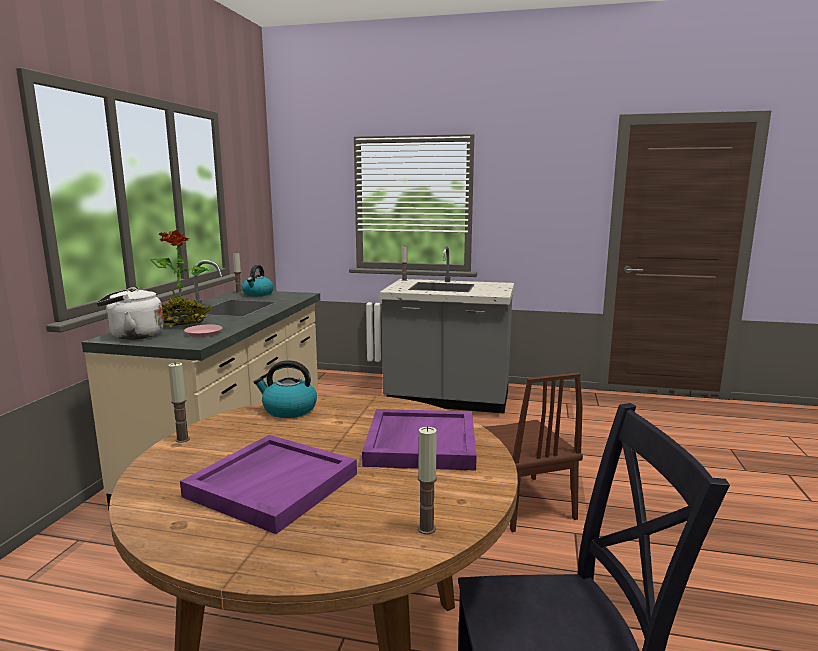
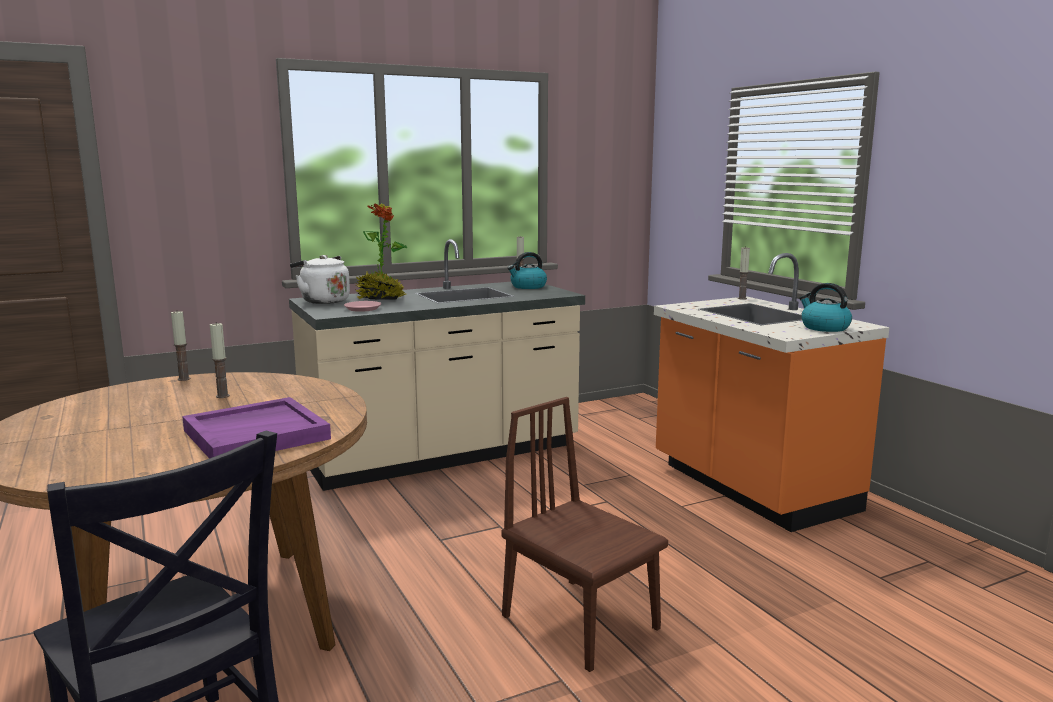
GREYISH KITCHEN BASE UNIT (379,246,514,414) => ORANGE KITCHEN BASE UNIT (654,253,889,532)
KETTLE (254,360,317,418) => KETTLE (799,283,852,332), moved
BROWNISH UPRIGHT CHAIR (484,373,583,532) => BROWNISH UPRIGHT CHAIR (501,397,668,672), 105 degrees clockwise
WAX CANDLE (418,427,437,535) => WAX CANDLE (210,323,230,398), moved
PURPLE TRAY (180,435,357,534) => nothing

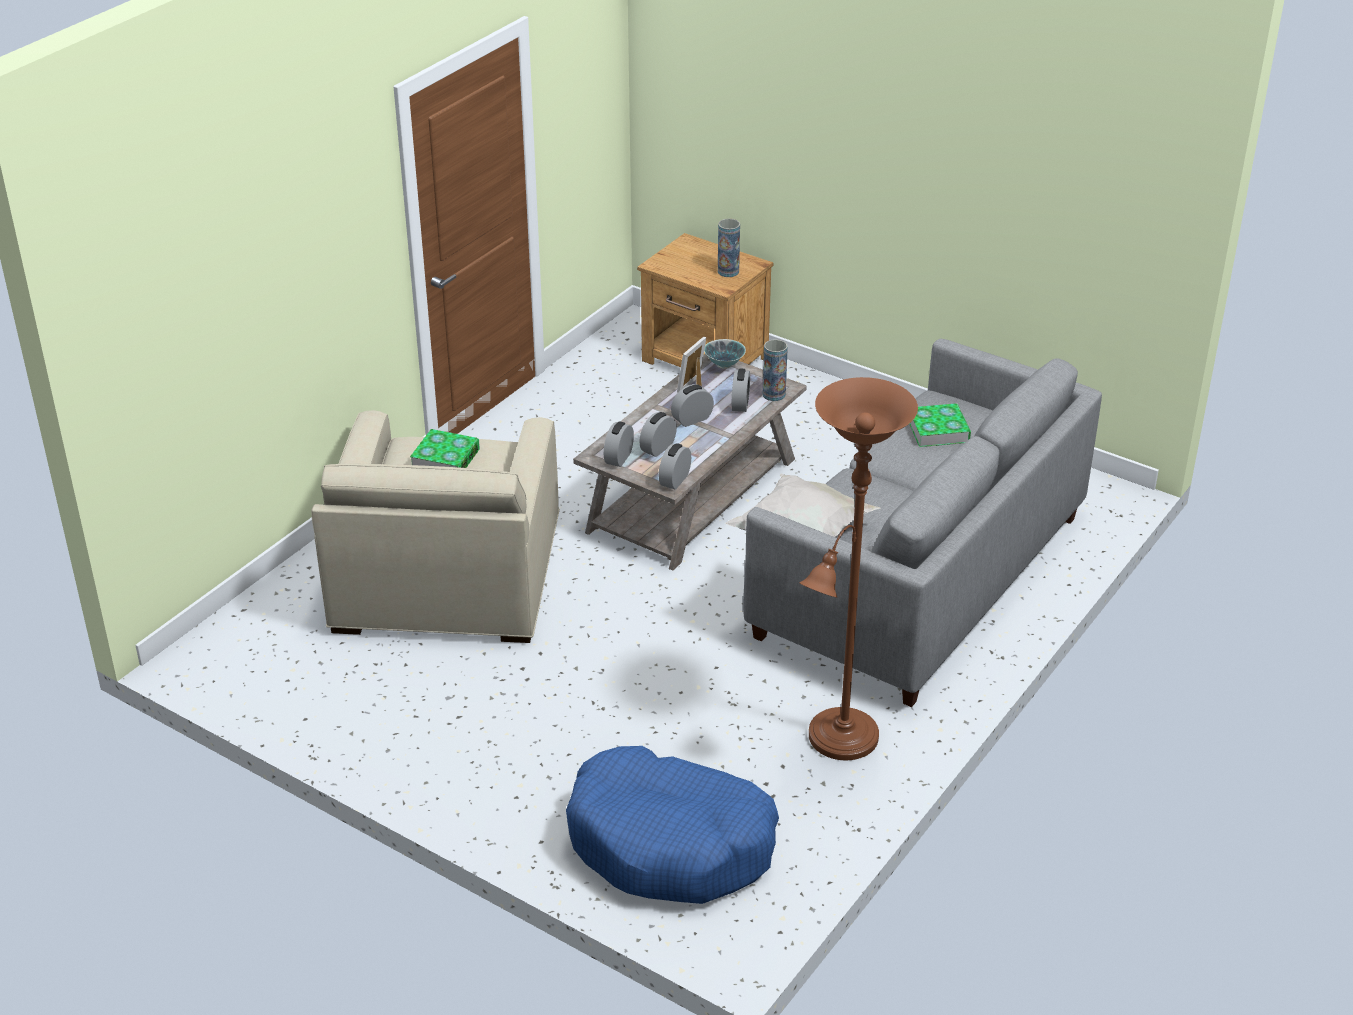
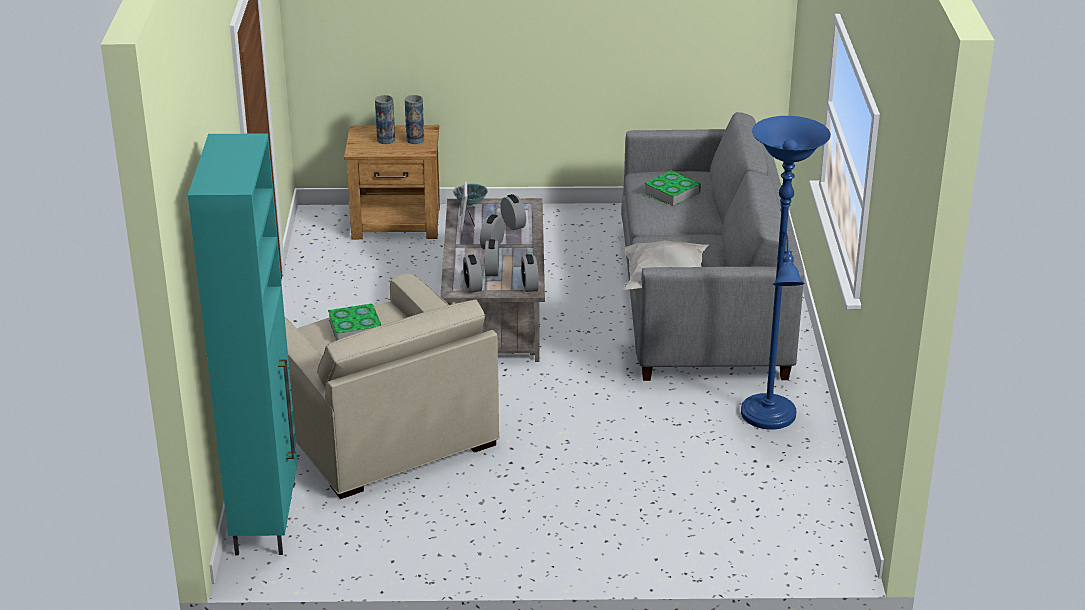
FLOWER VASE (763,339,788,401) => FLOWER VASE (375,95,395,144), moved
BROWNISH STANDARD LAMP (799,377,918,760) => BLUE-COLOURED STANDARD LAMP (741,116,831,430)
BLUE-COLOURED DOG CUSHION (566,746,779,904) => nothing
nothing => TURQUOISE CUPBOARD (188,133,298,555)

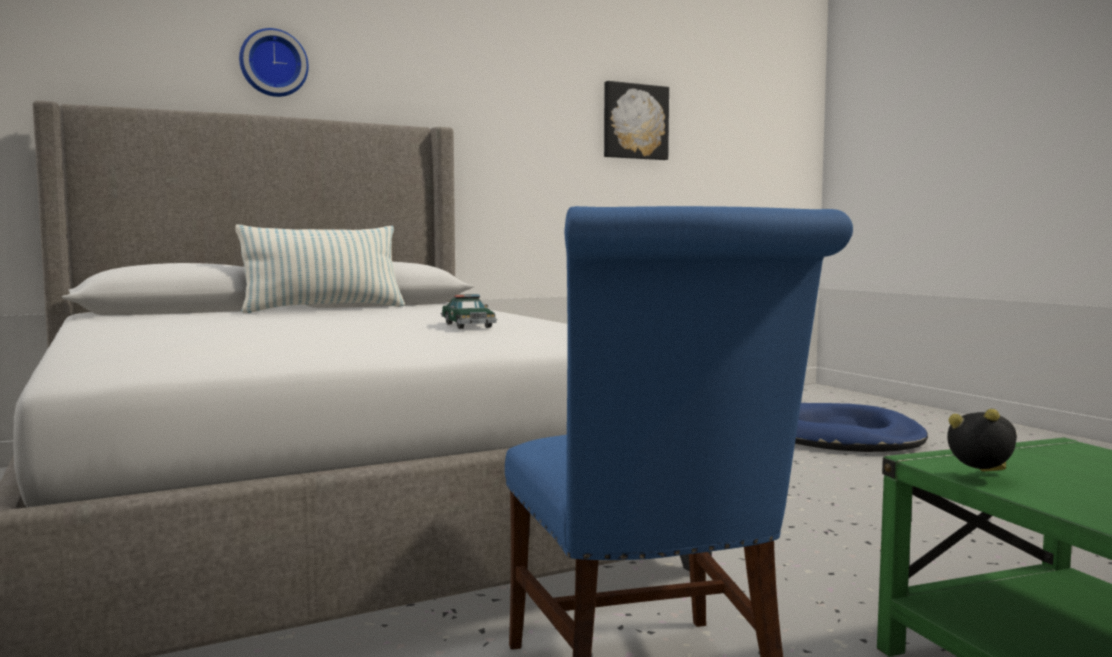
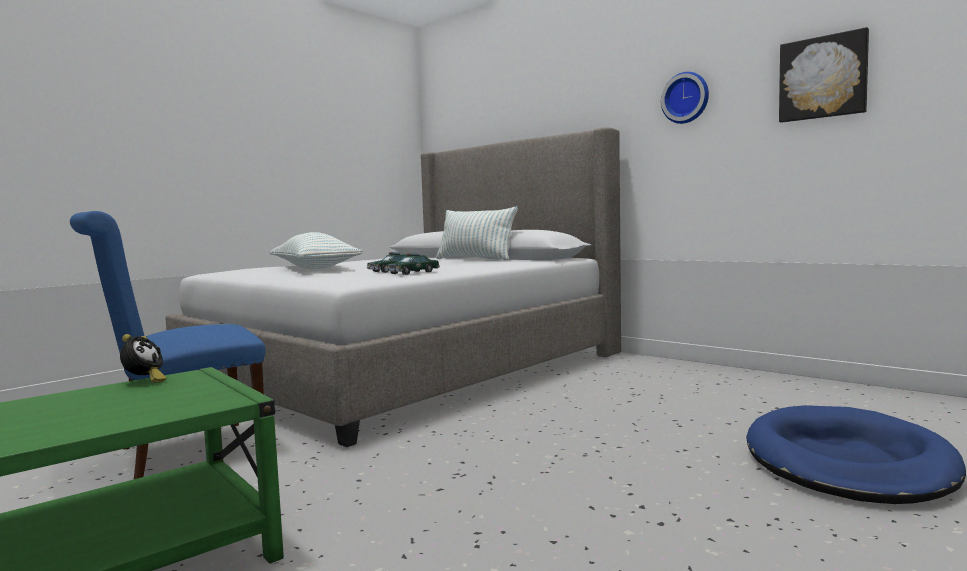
CLOCK ON THE WALL (239,28,309,97) => CLOCK ON THE WALL (661,72,709,124), moved
nothing => THROW PILLOW (270,232,363,269)
nothing => MINIATURE CAR (385,253,440,275)

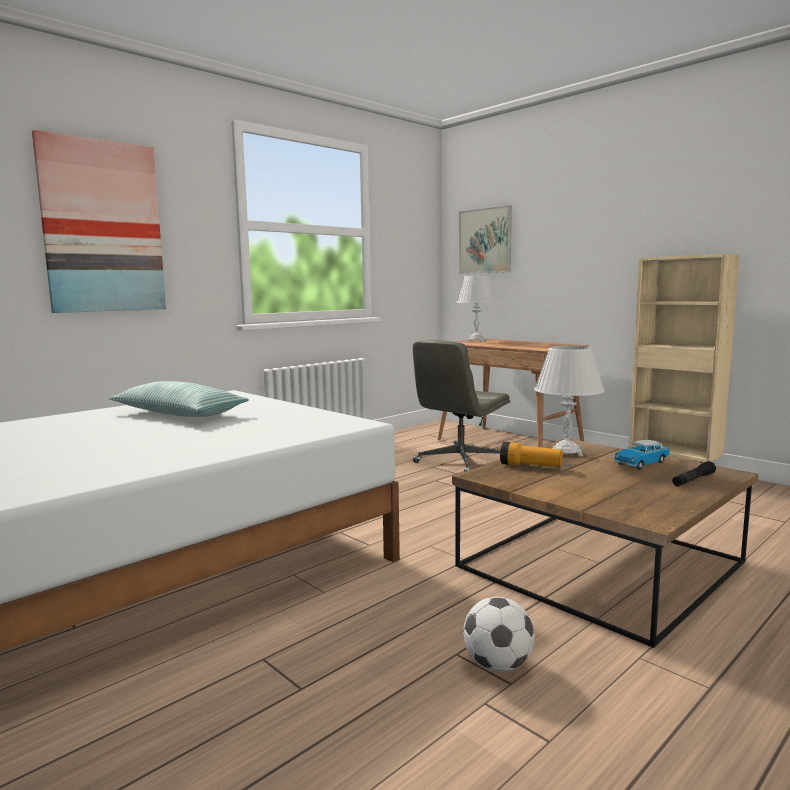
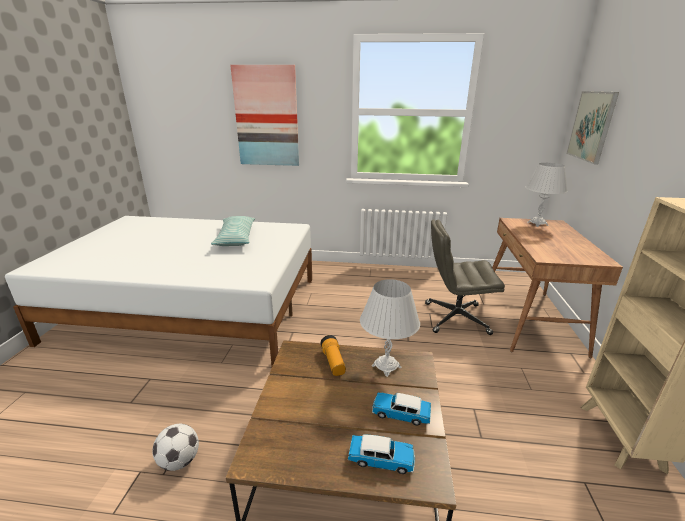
BLACK HAND TORCH (672,461,716,487) => MINIATURE CAR (348,434,415,474)

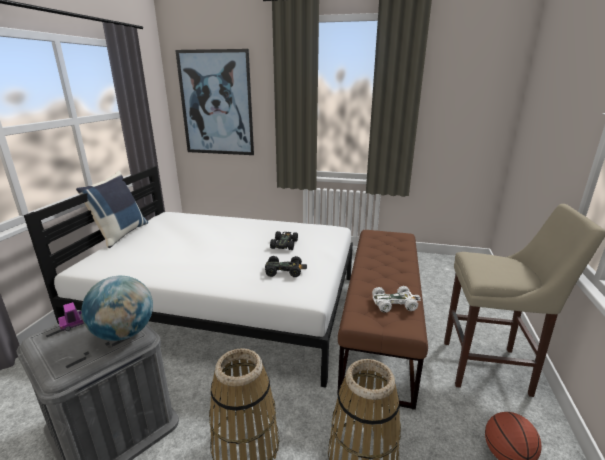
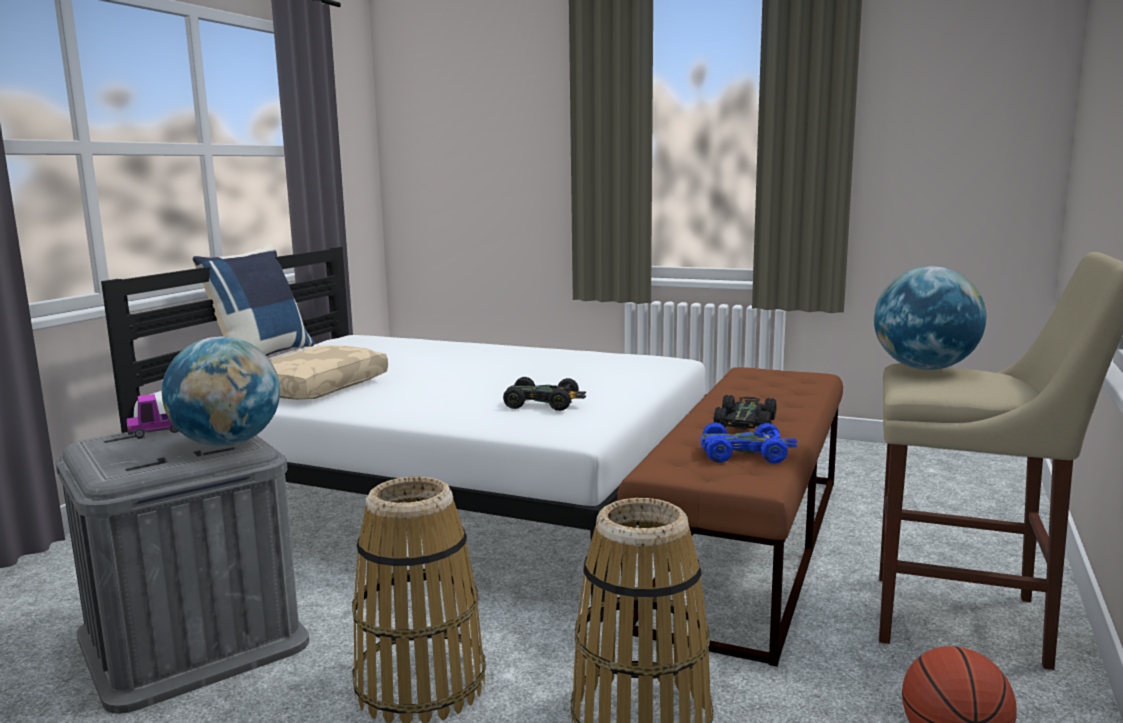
WALL PICTURE (175,49,254,155) => nothing
BLACK MINIATURE CAR (270,231,298,250) => BLACK MINIATURE CAR (714,395,776,430), moved
WHITE MINIATURE CAR (372,286,421,313) => BLUE-COLOURED MINIATURE CAR (701,422,797,463)
nothing => DESK GLOBE (874,266,987,370)
nothing => SAND-COLOURED THROW PILLOW (269,345,388,400)

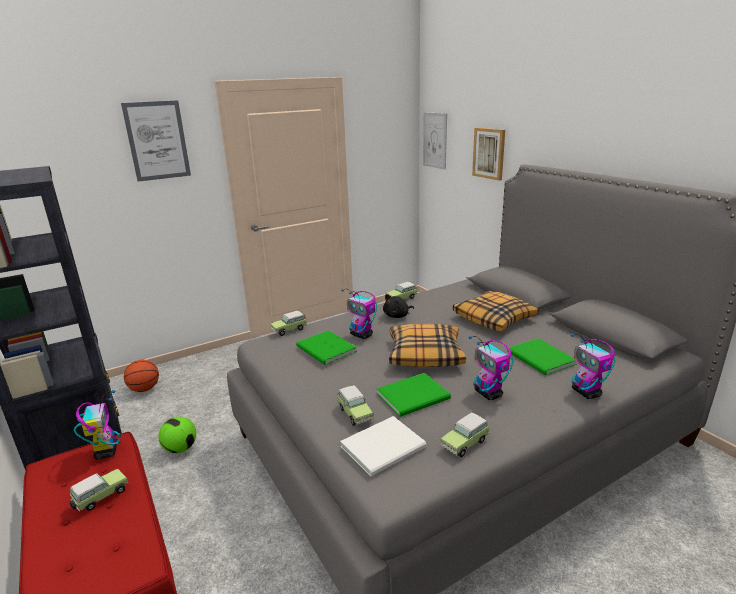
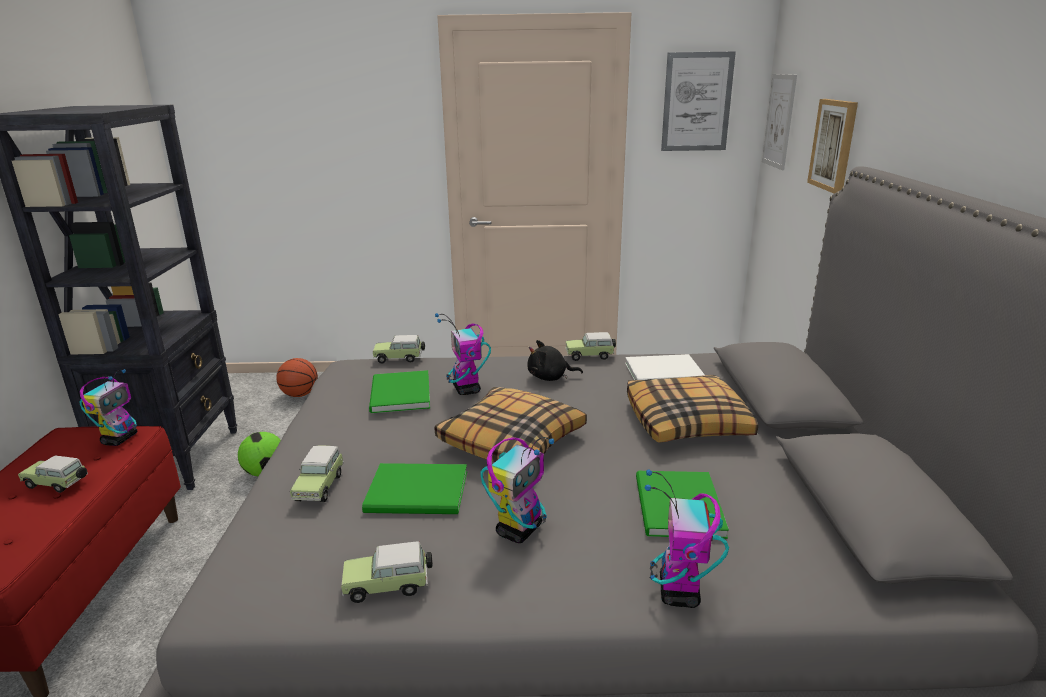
WALL PICTURE (121,100,191,182) => WALL PICTURE (661,51,736,151), moved
MODEL ROBOT (469,336,513,400) => MODEL ROBOT (481,437,555,543), 150 degrees counterclockwise
WHITE BOOK (340,416,426,476) => WHITE BOOK (625,354,705,380), moved
MINIATURE CAR (70,469,129,512) => MINIATURE CAR (18,455,88,493), 150 degrees counterclockwise

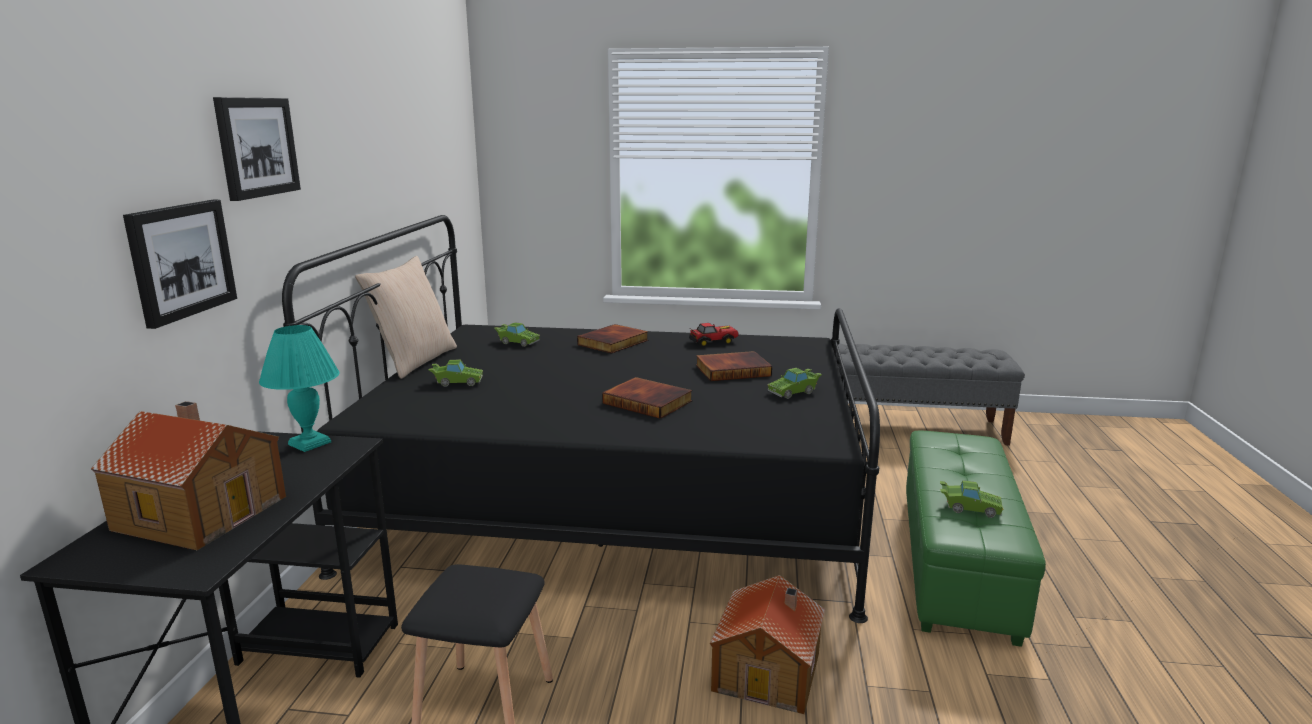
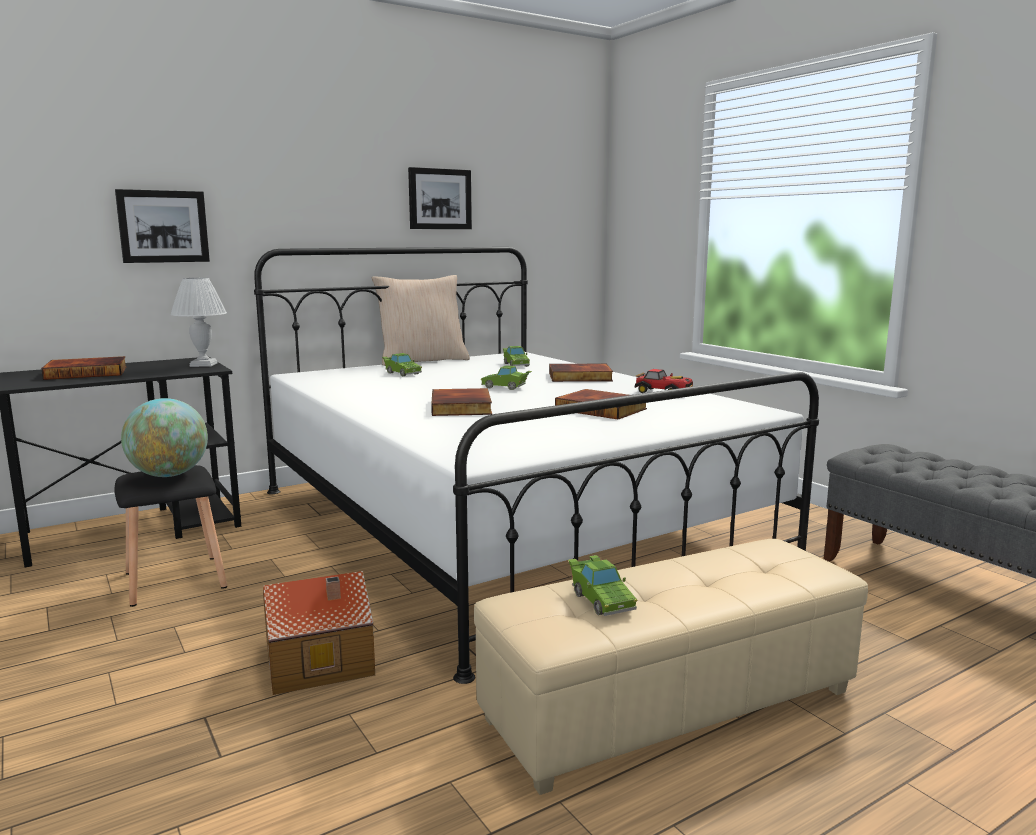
WALL PICTURE (213,97,301,201) => WALL PICTURE (408,167,472,229), moved
BLACK BEDROOM BED (282,215,880,623) => WHITE BEDROOM BED (254,247,819,684)
TURQUOISE TABLETOP LAMP (259,325,340,452) => WHITE TABLETOP LAMP (170,278,227,367)
GREENISH MINIATURE CAR (768,368,822,399) => GREENISH MINIATURE CAR (481,365,532,390), moved
MODEL HOUSE (91,401,286,550) => BOOK (41,356,127,380)
GREENISH POUFFE (906,430,1046,647) => SAND-COLOURED POUFFE (474,539,868,795)
nothing => DESK GLOBE (121,398,208,477)

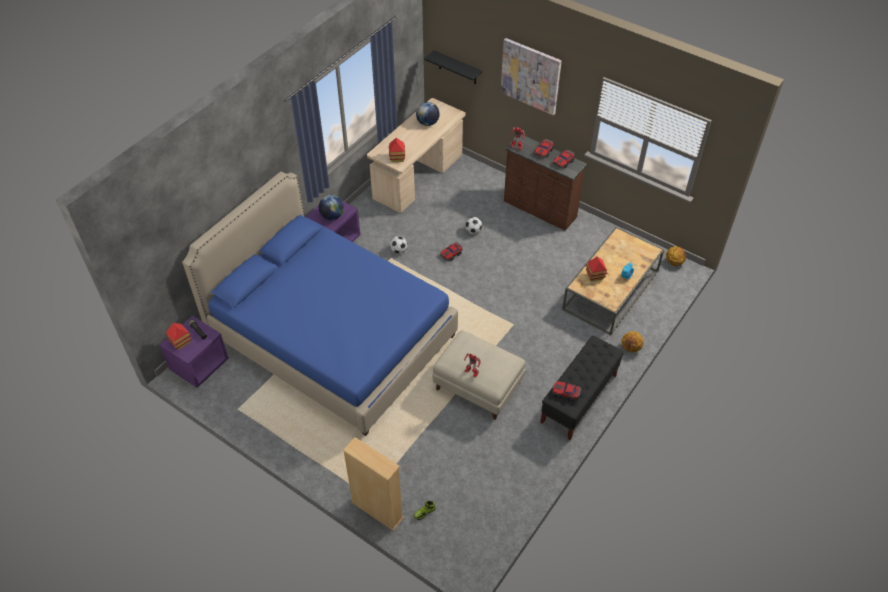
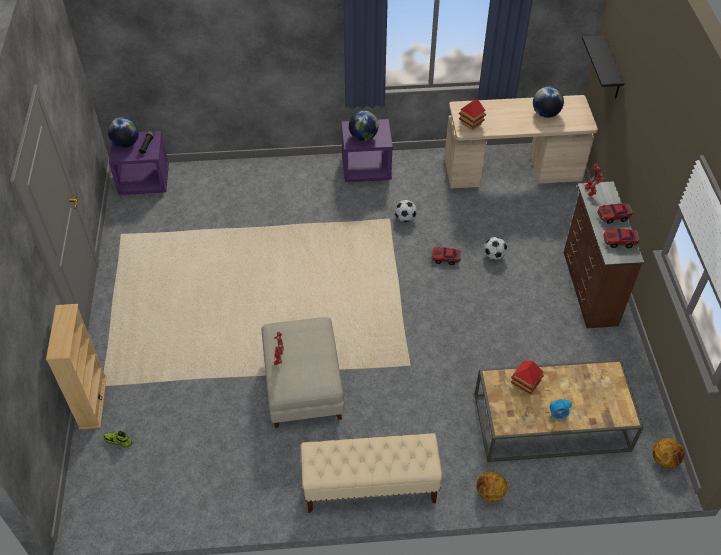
WALL PICTURE (501,38,562,115) => nothing
BLUE-COLOURED BEDROOM BED (182,171,458,436) => nothing
MODEL HOUSE (166,323,192,350) => DESK GLOBE (108,117,139,148)
BLACK LONG SEAT (540,336,623,440) => SAND-COLOURED LONG SEAT (301,433,442,513)
MINIATURE CAR (552,381,581,401) => nothing

